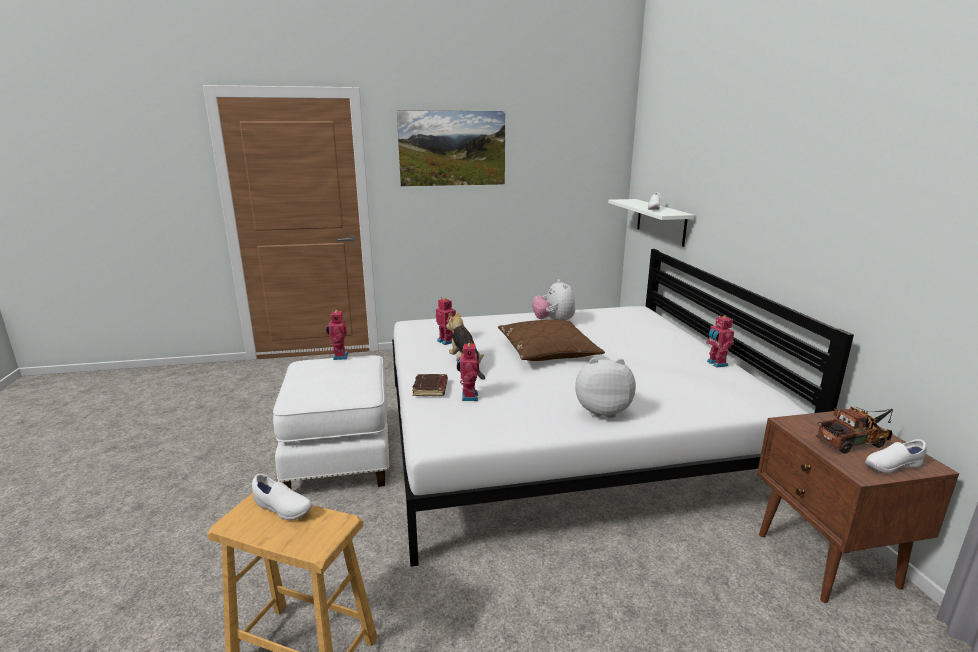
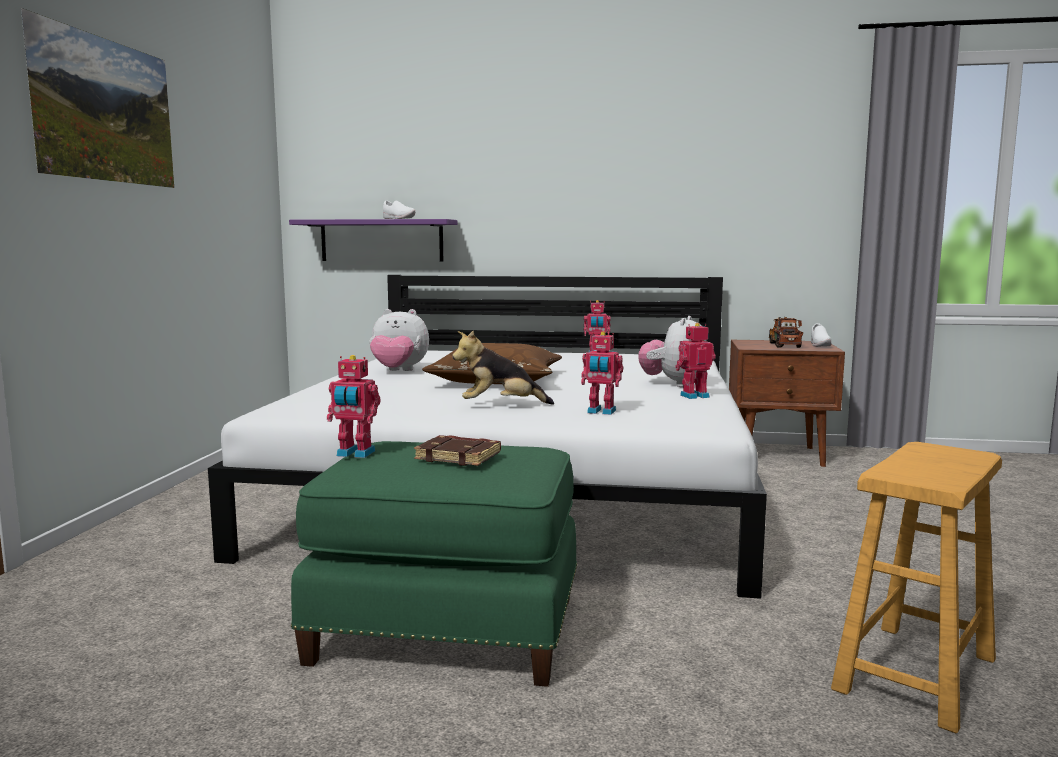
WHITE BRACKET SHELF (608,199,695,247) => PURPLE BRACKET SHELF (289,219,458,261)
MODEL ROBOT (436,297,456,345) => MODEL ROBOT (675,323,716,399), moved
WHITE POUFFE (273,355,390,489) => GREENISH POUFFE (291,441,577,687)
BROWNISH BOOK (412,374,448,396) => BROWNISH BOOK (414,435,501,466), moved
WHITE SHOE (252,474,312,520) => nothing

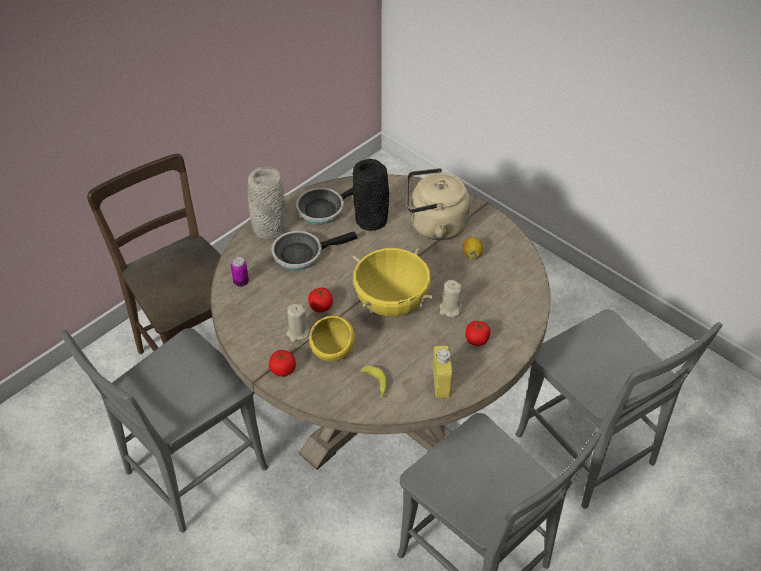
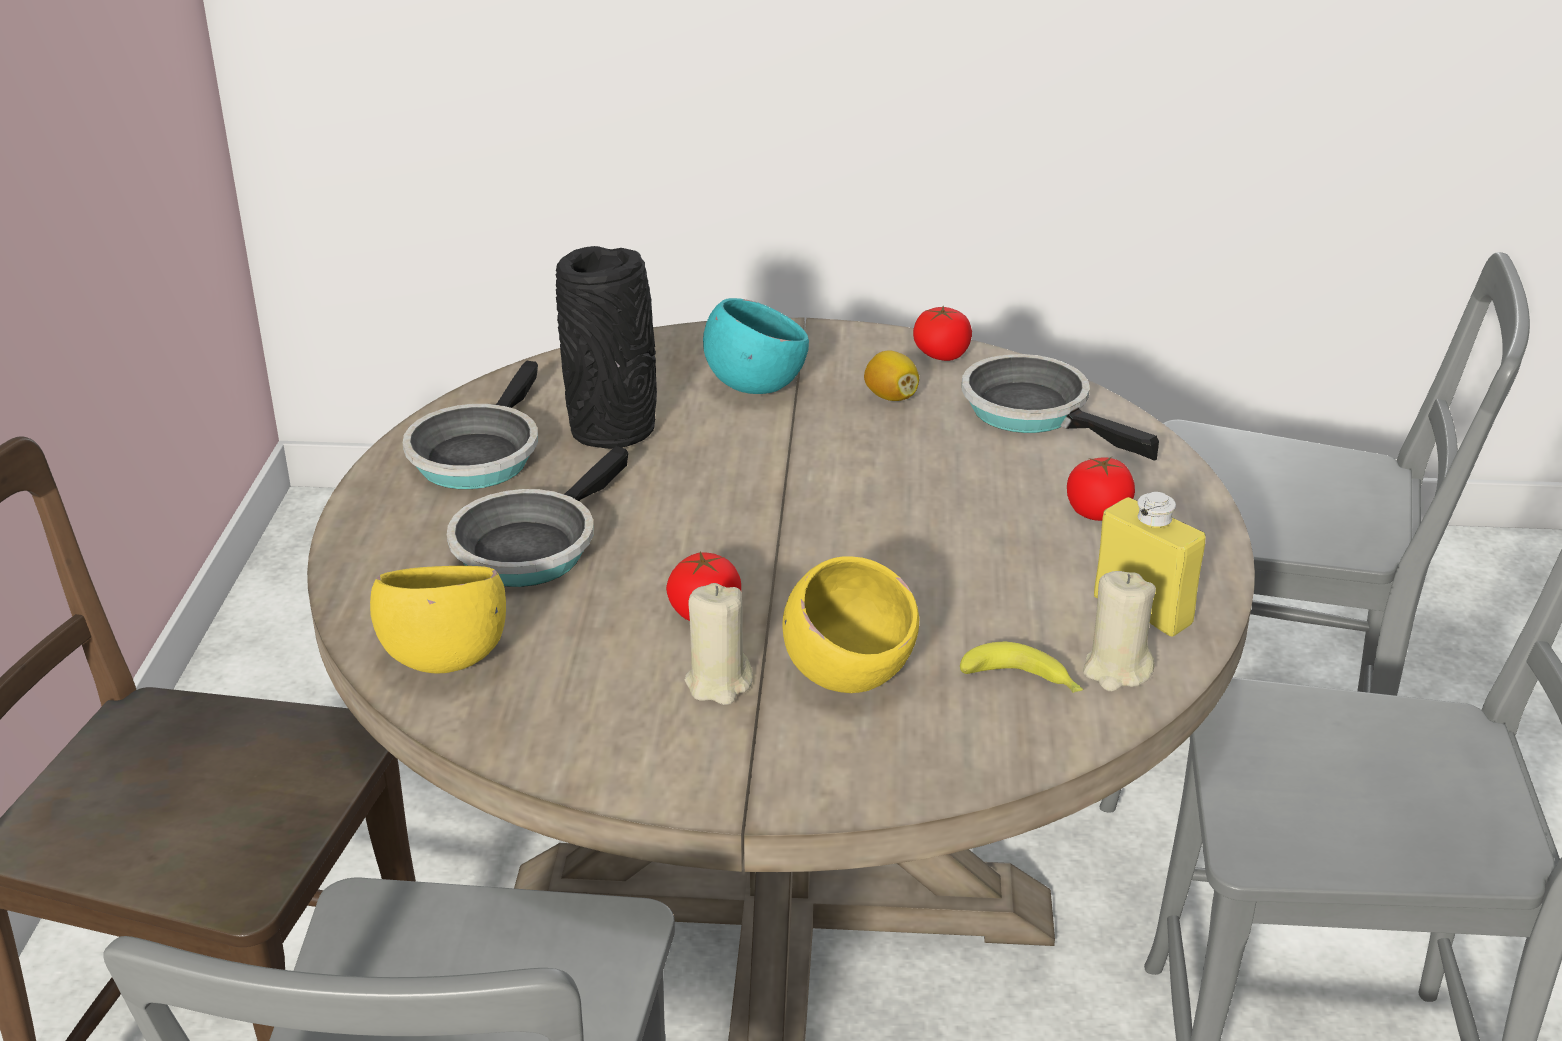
GREYISH FLOWER VASE (248,167,286,240) => nothing
SAND-COLOURED KETTLE (407,168,470,240) => TURQUOISE BOWL (703,298,809,394)
YELLOW SAUCEPOT (352,248,432,317) => nothing
CAN (231,257,249,287) => YELLOW BOWL (370,566,506,673)
SAND-COLOURED WAX CANDLE (440,280,462,317) => SAND-COLOURED WAX CANDLE (1083,571,1156,691), moved
TOMATO (269,350,296,377) => TOMATO (913,306,972,361), moved
nothing => FRYING PAN (962,354,1159,461)

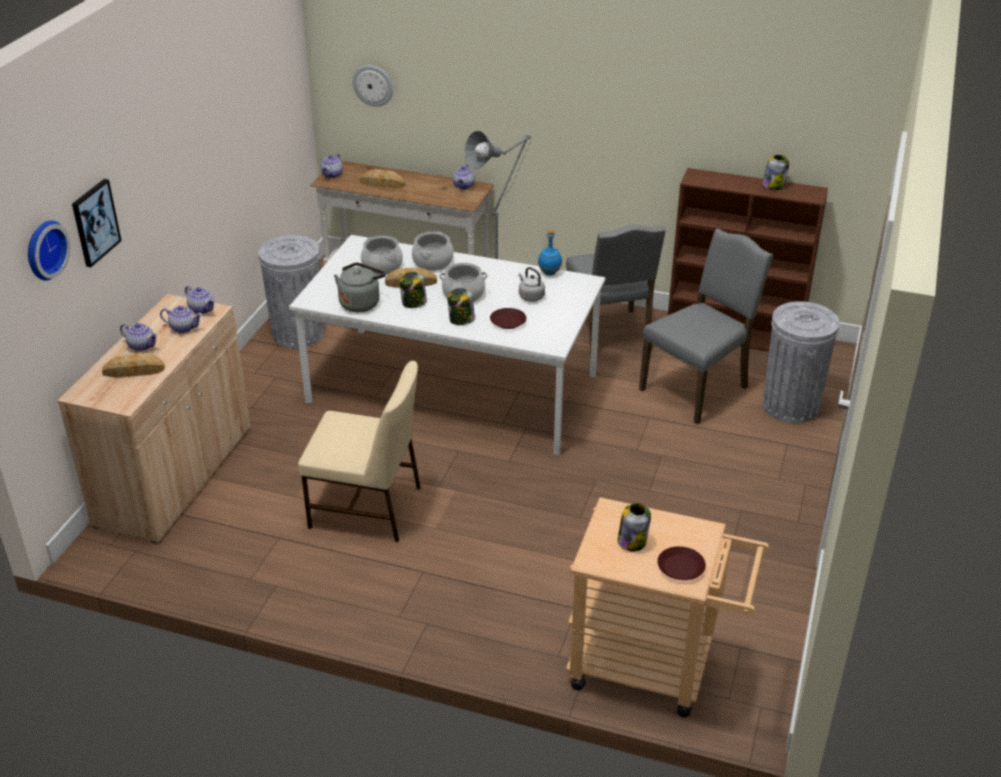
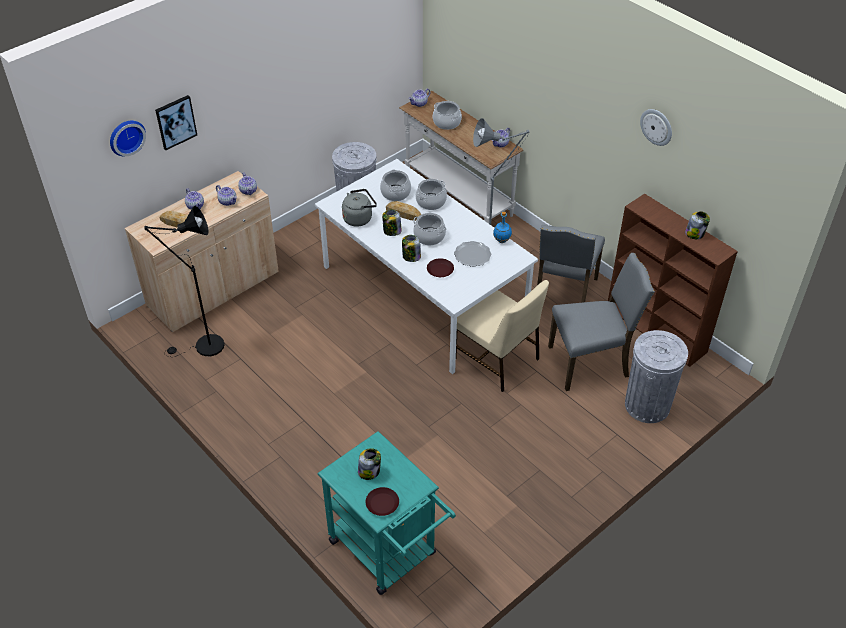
CLOCK ON THE WALL (352,65,393,107) => CLOCK ON THE WALL (640,109,672,146), moved
BAKED BREAD (360,169,405,188) => SAUCEPOT (433,101,462,130)
GREYISH KETTLE (518,267,545,302) => DINNER PLATE (454,241,492,267)
SAND-COLOURED UPRIGHT CHAIR (298,361,421,542) => SAND-COLOURED UPRIGHT CHAIR (456,280,549,392), moved
SAND-COLOURED CART (566,497,769,718) => TURQUOISE CART (318,431,456,595)
nothing => BLACK STANDARD LAMP (144,206,225,357)

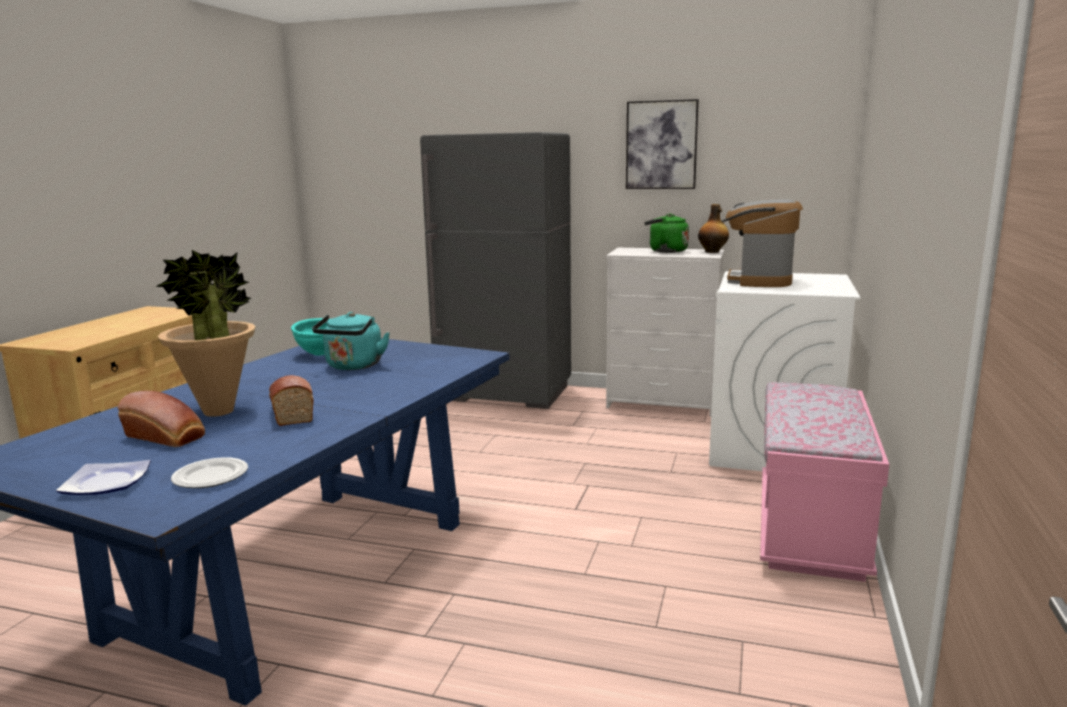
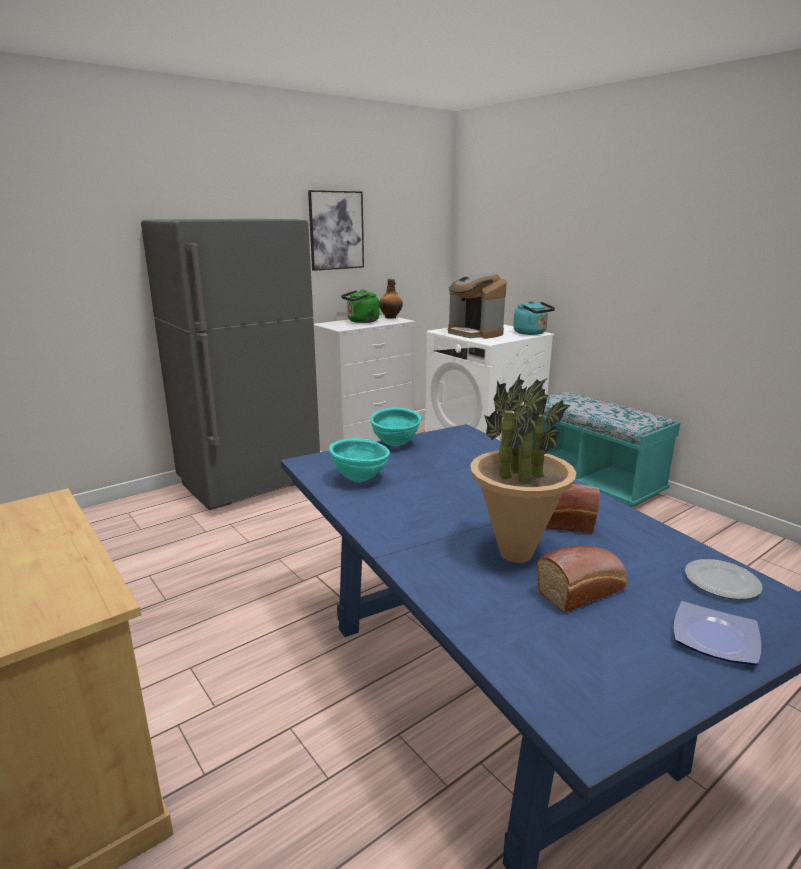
TURQUOISE KETTLE (312,312,390,370) => TURQUOISE KETTLE (513,301,555,335), moved
PINKISH LONG SEAT (760,382,889,582) => TURQUOISE LONG SEAT (531,392,680,507)
nothing => TURQUOISE BOWL (371,407,421,446)

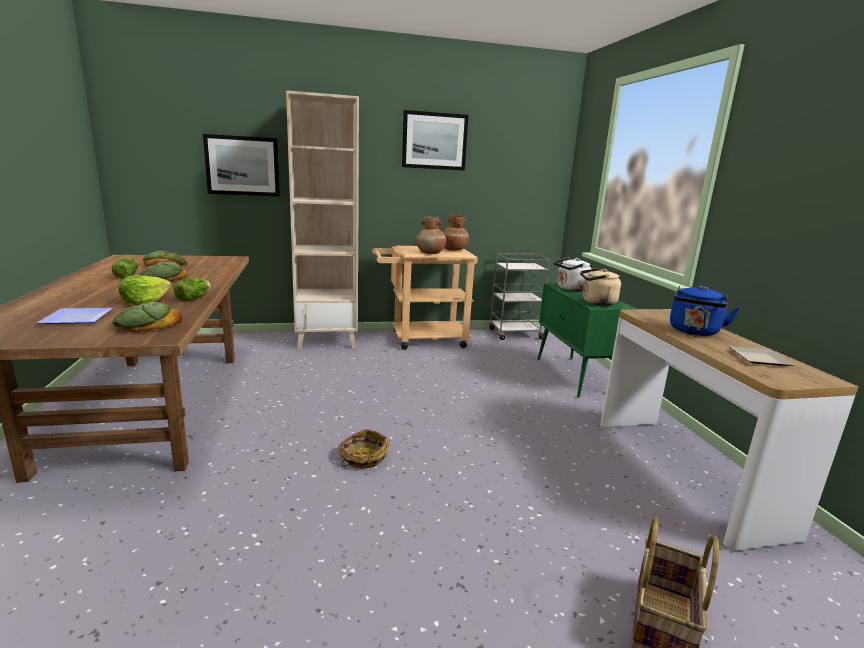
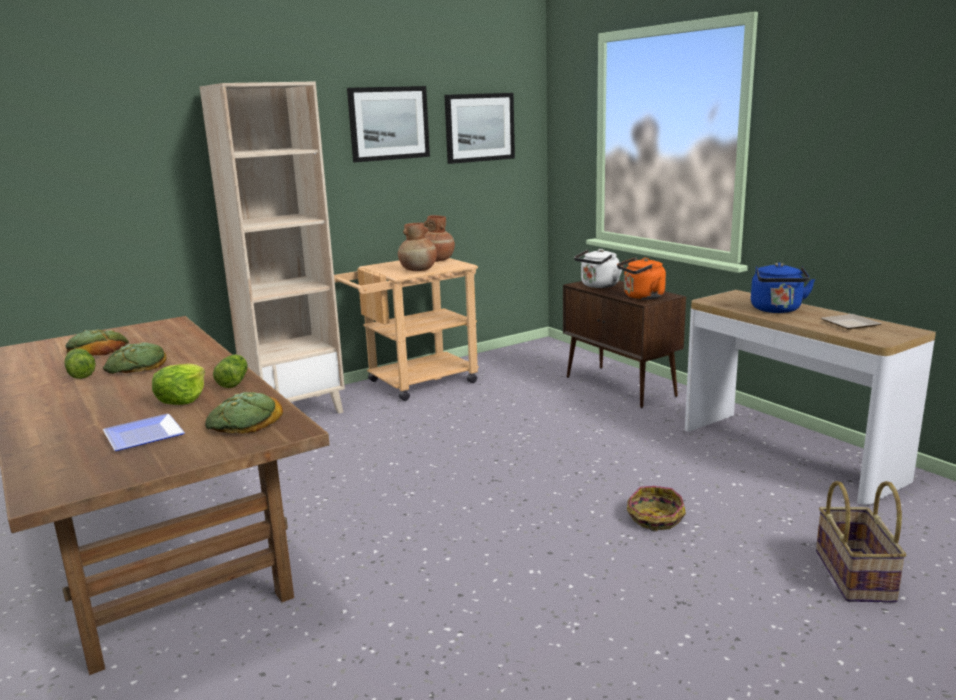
WALL PICTURE (203,134,280,196) => WALL PICTURE (444,93,515,164), moved
GREYISH CART (488,253,550,340) => nothing
SAND-COLOURED KETTLE (580,268,621,306) => ORANGE KETTLE (617,257,666,300)
GREENISH CUPBOARD (538,284,636,398) => BROWNISH CUPBOARD (563,281,686,408)
BASKET (338,429,389,469) => BASKET (627,486,686,531), moved

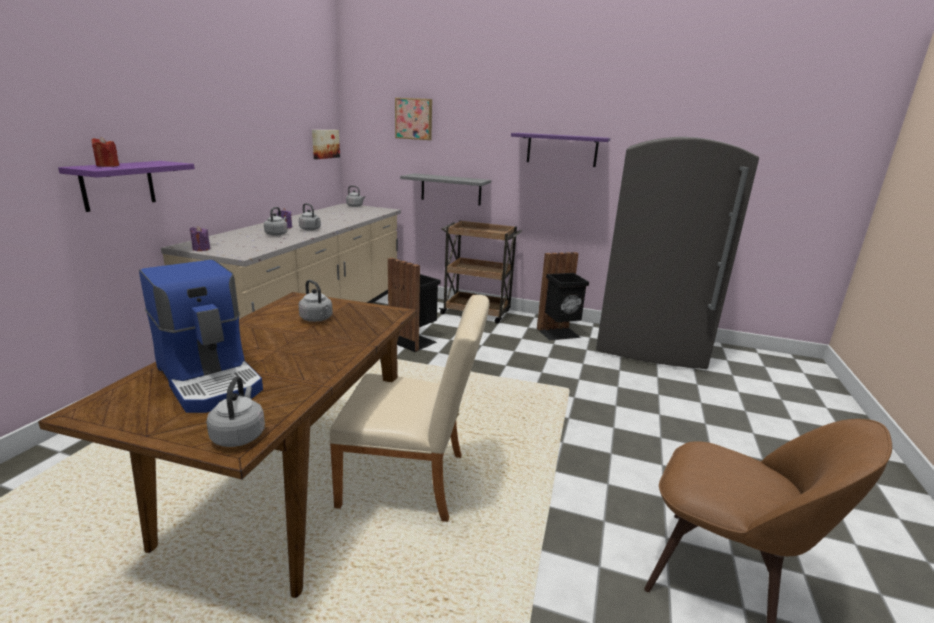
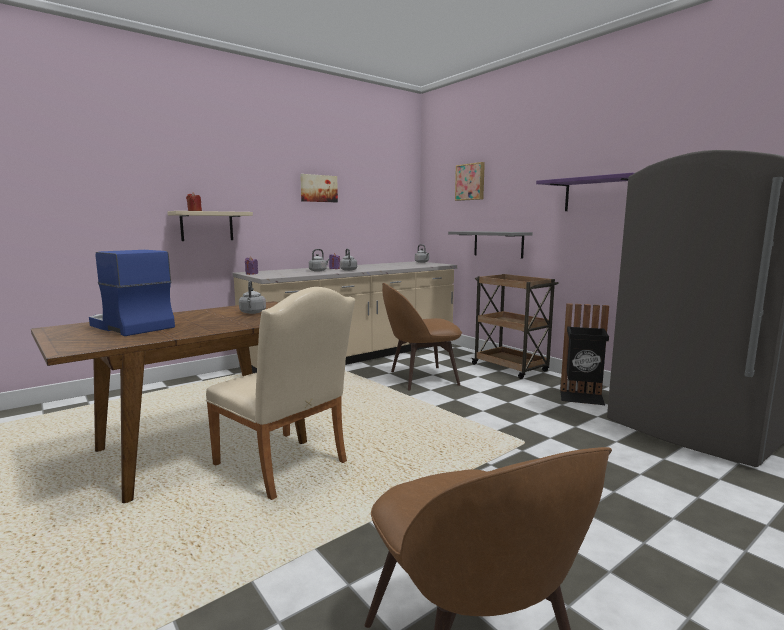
WALL PICTURE (312,130,340,159) => WALL PICTURE (300,174,338,202), moved
PURPLE BRACKET SHELF (58,161,195,212) => SAND-COLOURED BRACKET SHELF (167,211,253,241)
BLACK TRASH CAN (388,258,441,352) => BROWNISH UPRIGHT CHAIR (382,283,462,390)
COFFEE MAKER (139,260,263,413) => COFFEE MAKER (89,250,175,336), 135 degrees clockwise
GREYISH KETTLE (206,376,265,447) => nothing

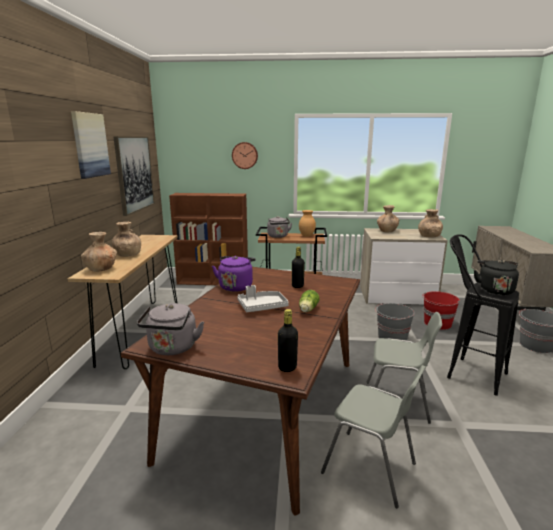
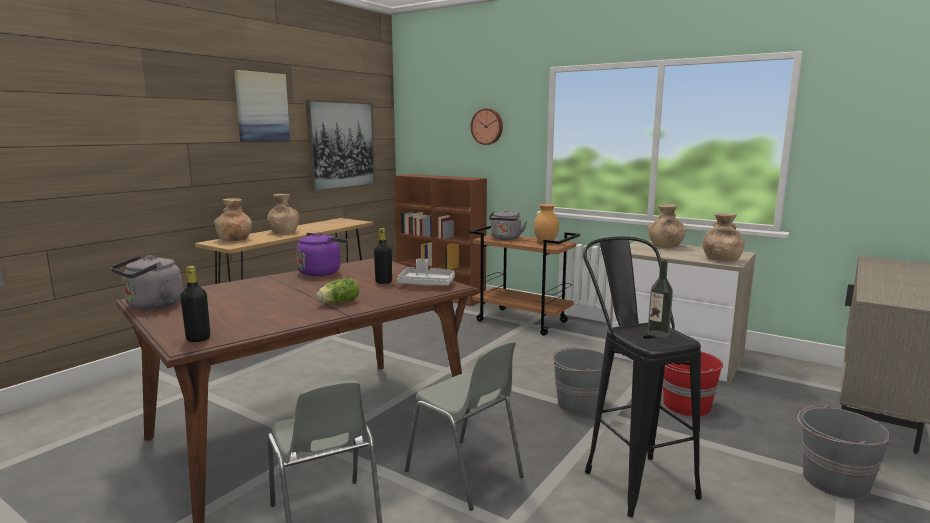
BLACK KETTLE (474,260,519,295) => DRINK BOTTLE (648,260,673,338)
GREYISH TRAY (237,285,289,312) => GREYISH TRAY (397,258,455,286), moved

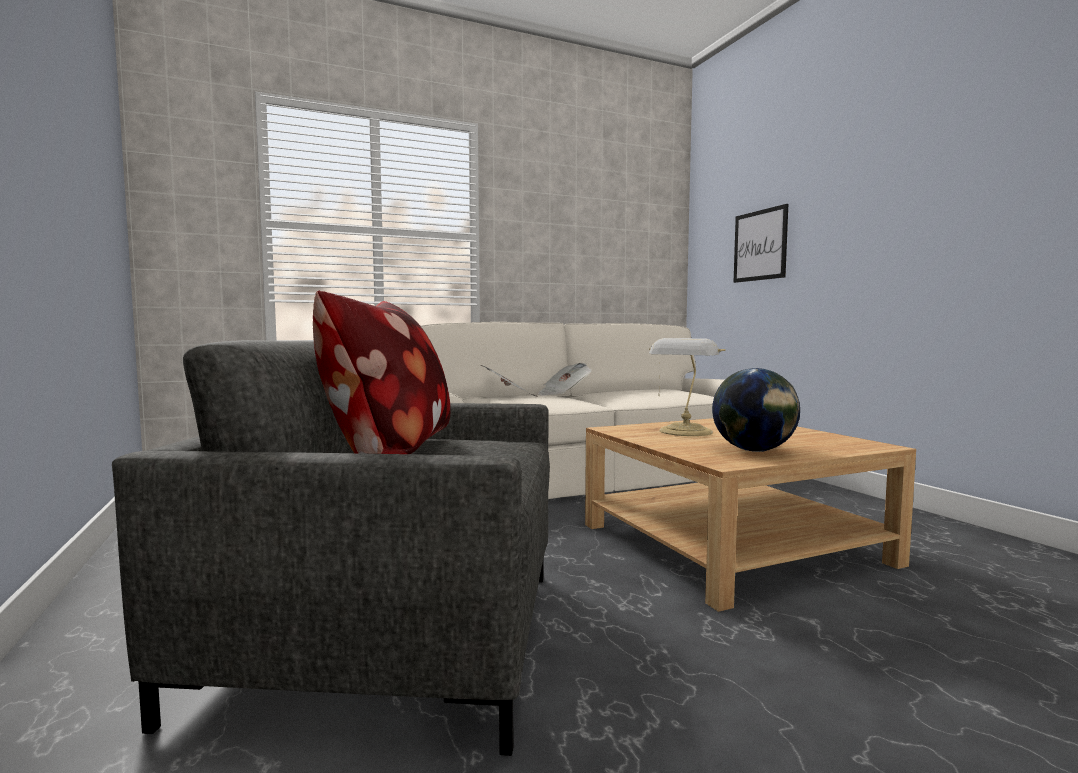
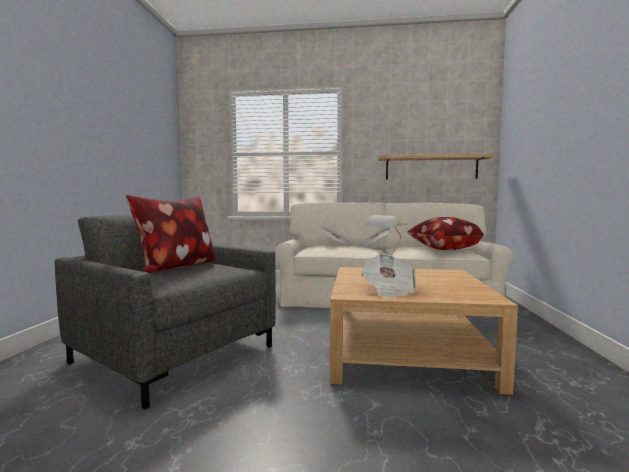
WALL PICTURE (733,204,788,283) => nothing
DESK GLOBE (712,368,800,452) => DAILY PAPER (361,254,417,298)
nothing => BRACKET SHELF (378,153,495,179)
nothing => THROW PILLOW (407,217,484,250)

